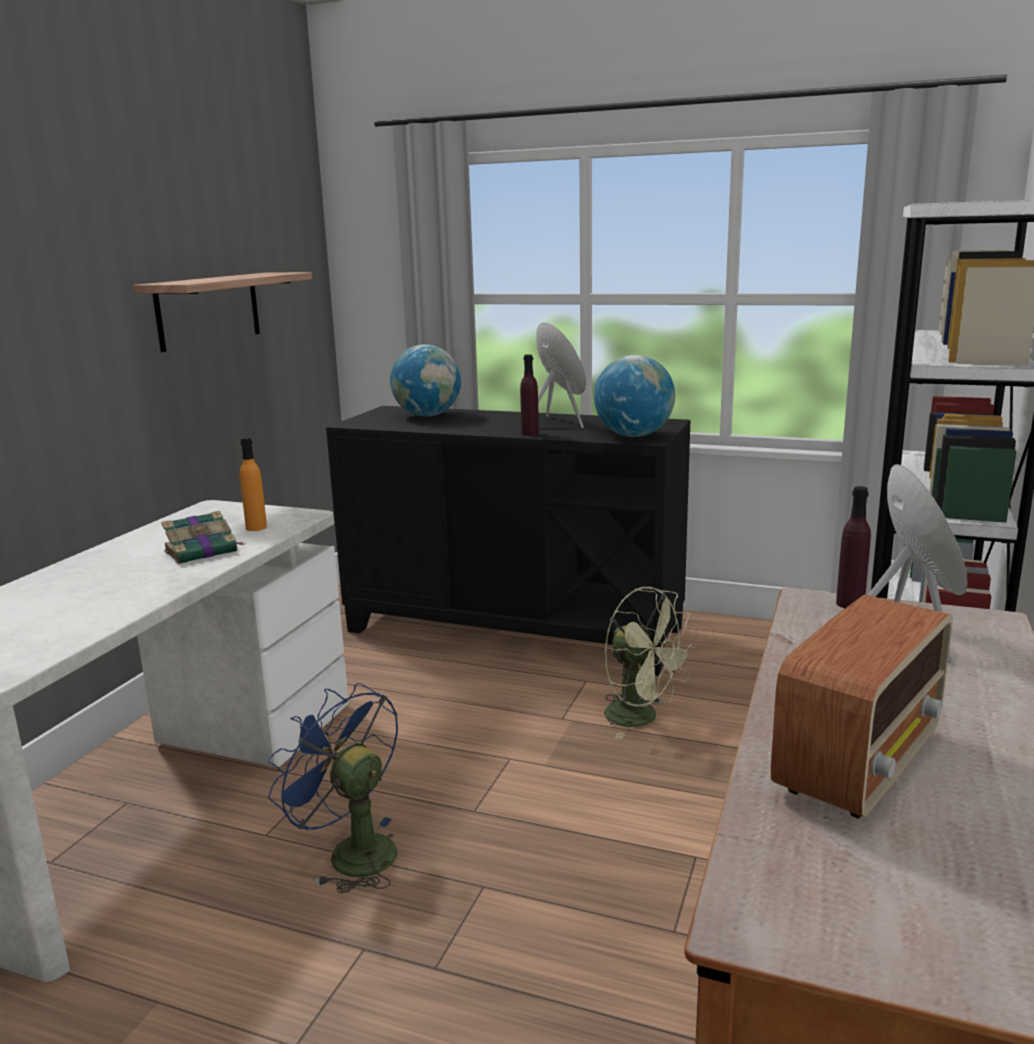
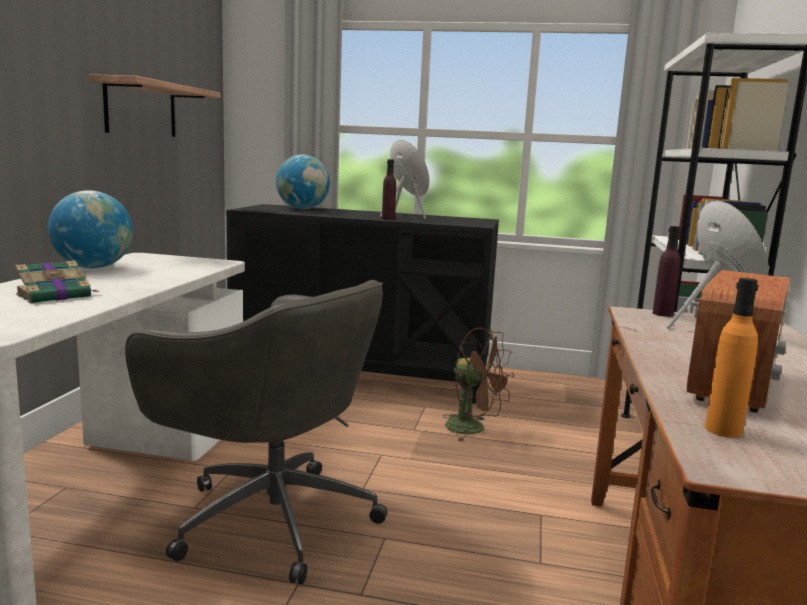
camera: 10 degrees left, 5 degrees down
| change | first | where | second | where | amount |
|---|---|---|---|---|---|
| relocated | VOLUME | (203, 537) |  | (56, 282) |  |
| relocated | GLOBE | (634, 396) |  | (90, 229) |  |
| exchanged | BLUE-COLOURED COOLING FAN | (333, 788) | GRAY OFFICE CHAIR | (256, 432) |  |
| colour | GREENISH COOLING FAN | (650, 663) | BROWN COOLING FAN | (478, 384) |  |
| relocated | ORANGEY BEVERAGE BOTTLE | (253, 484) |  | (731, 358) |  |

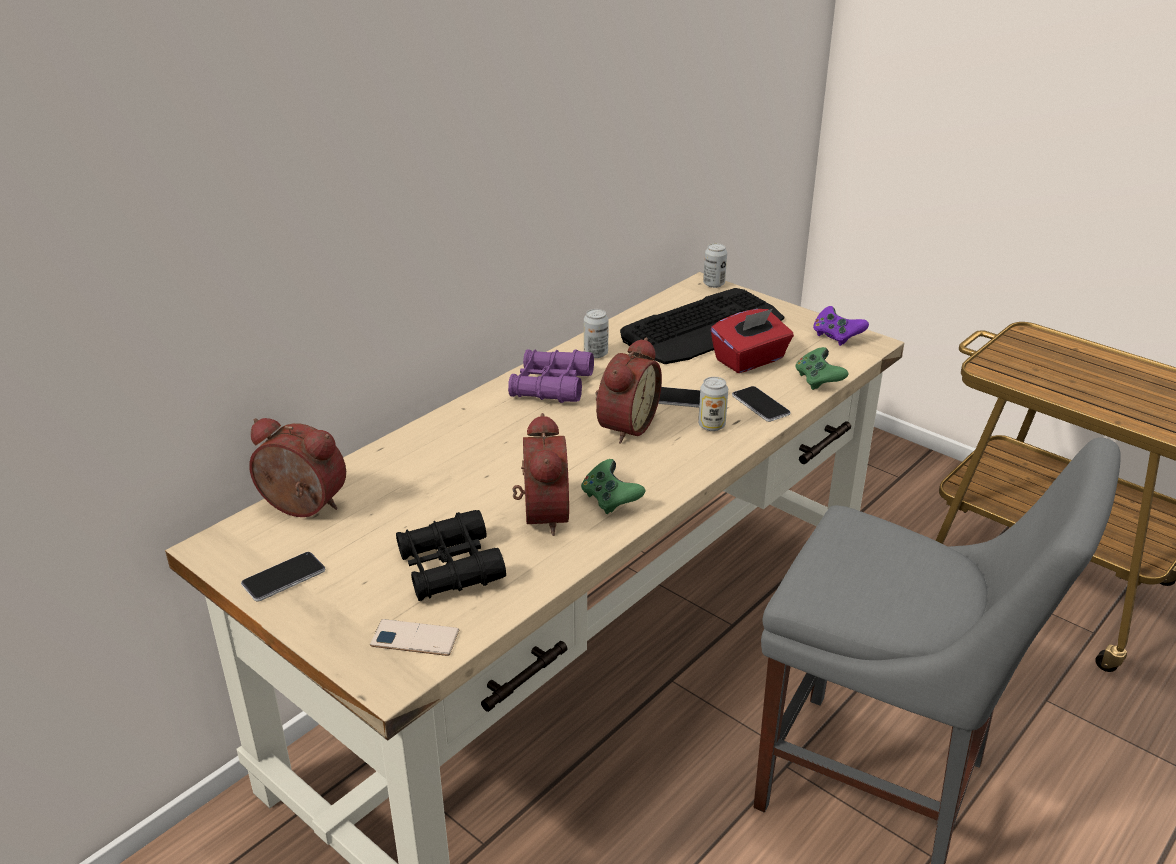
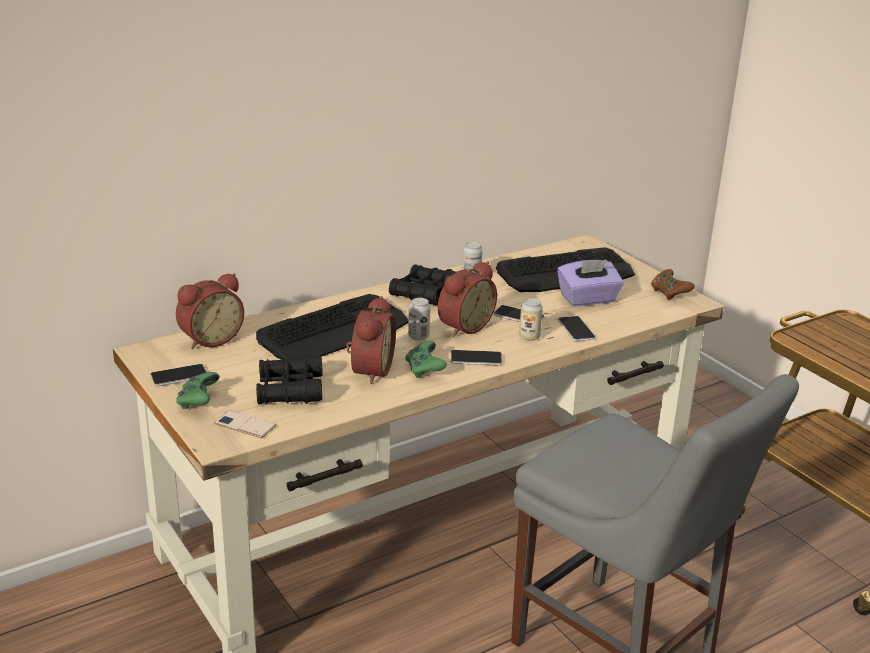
camera: 15 degrees right, 5 degrees down
| change | first | where | second | where | amount |
|---|---|---|---|---|---|
| spun | ALARM CLOCK | (297, 467) |  | (210, 311) | 105 degrees clockwise |
| relocated | GREENISH JOYPAD | (821, 368) |  | (198, 390) |  |
| appeared |  |  | PC KEYBOARD | (332, 327) |  |
| colour | PURPLE FIELD GLASSES | (551, 376) | BLACK-COLOURED FIELD GLASSES | (422, 284) |  |
| relocated | SEALED CAN | (715, 265) |  | (419, 319) |  |
| appeared |  |  | TELEPHONE | (476, 358) |  |
| colour | RED-COLOURED TISSUE BOX | (752, 341) | PURPLE TISSUE BOX | (590, 283) |  |
| colour | PURPLE JOYPAD | (841, 326) | BROWN JOYPAD | (673, 284) |  |

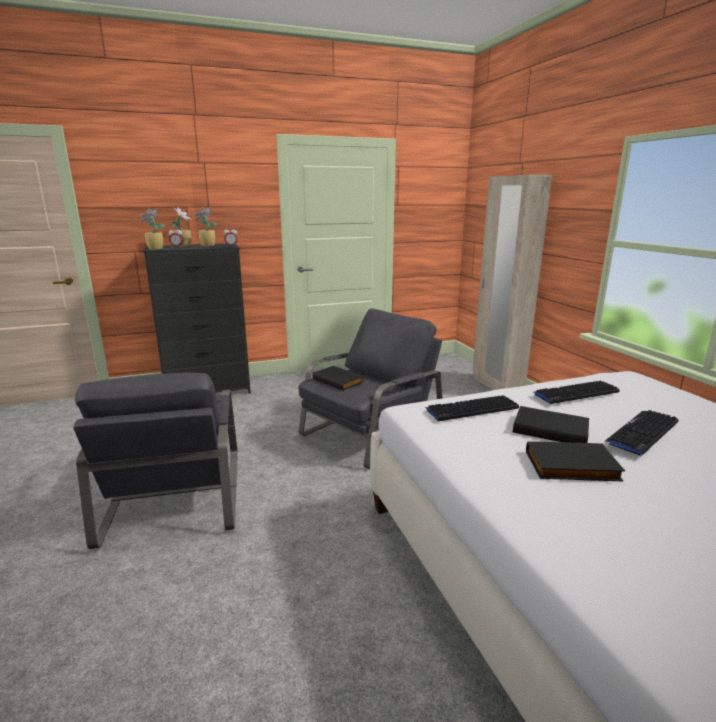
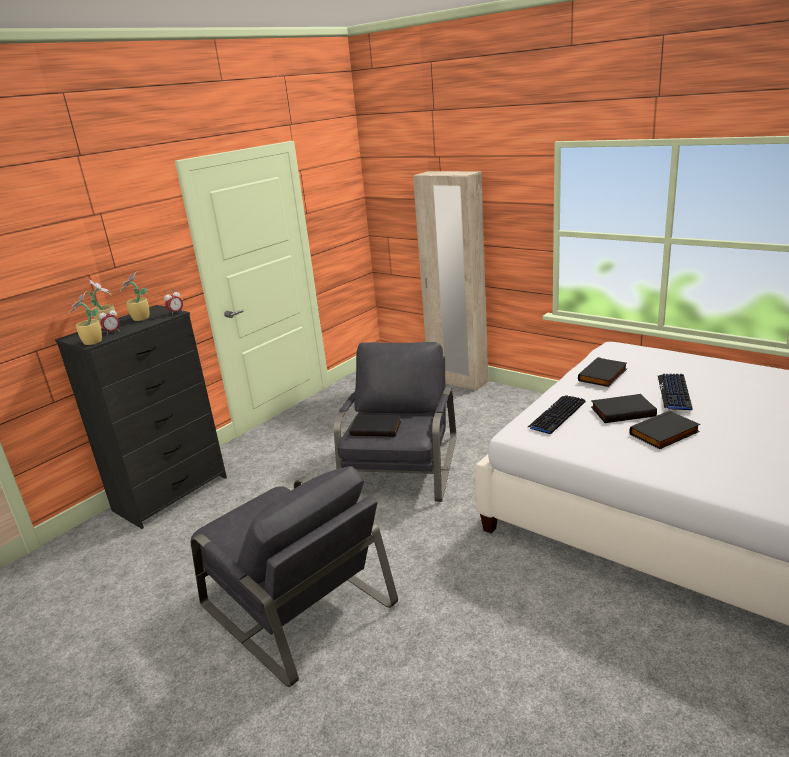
camera: 30 degrees left, 5 degrees up
| change | first | where | second | where | amount |
|---|---|---|---|---|---|
| exchanged | PC KEYBOARD | (577, 392) | BLACK-COLOURED VOLUME | (602, 372) |  |

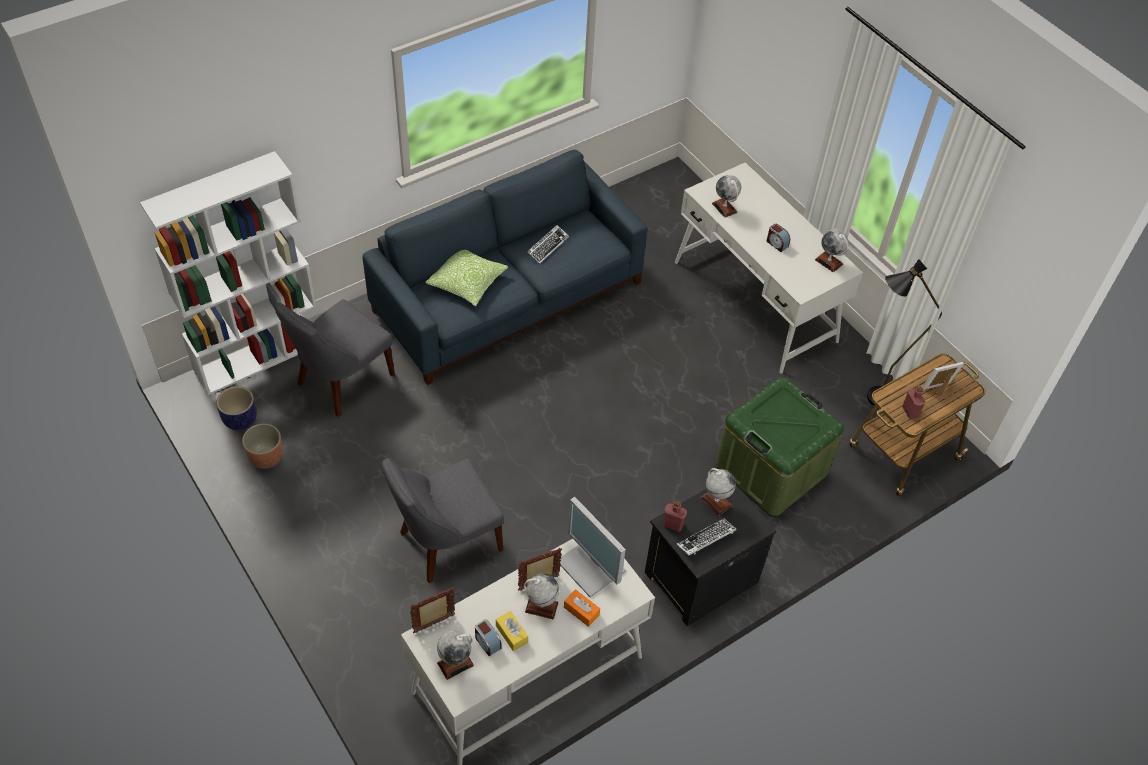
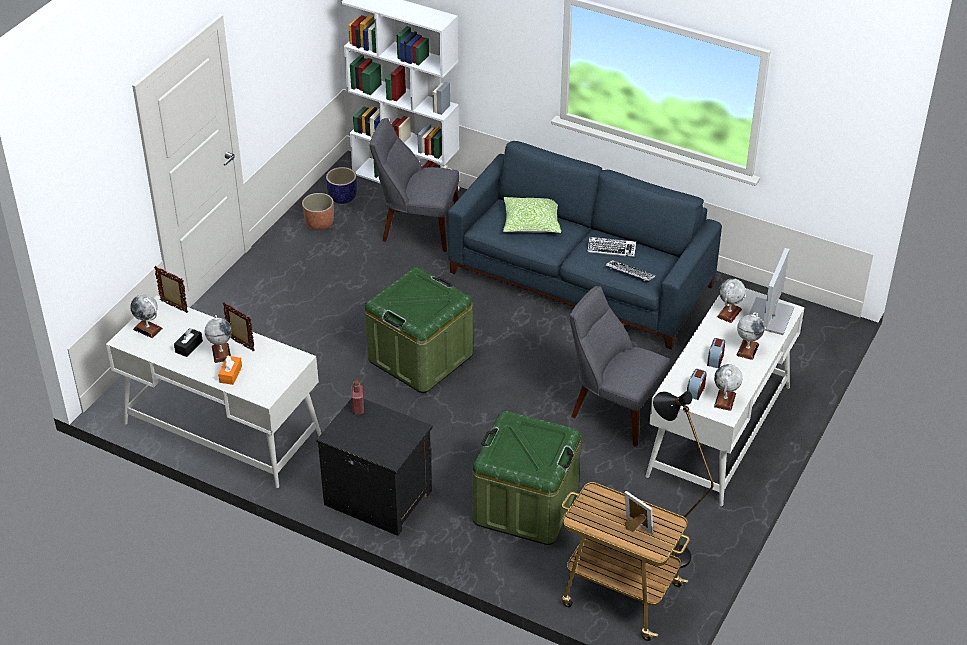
camera: 65 degrees right, 10 degrees down
| change | first | where | second | where | amount |
|---|---|---|---|---|---|
| colour | YELLOWISH TISSUE BOX | (512, 631) | BLACK-COLOURED TISSUE BOX | (188, 342) |  |
| appeared |  |  | GREENISH STORAGE BIN | (419, 330) |  |
| relocated | GRAY UPRIGHT CHAIR | (443, 520) |  | (620, 366) |  |
| relocated | PC KEYBOARD | (706, 537) |  | (630, 270) |  |
| relocated | ALARM CLOCK | (488, 638) |  | (697, 384) |  |
| relocated | GLOBE | (718, 492) |  | (750, 336) |  |
| relocated | COMPUTER DISPLAY | (593, 547) |  | (771, 291) |  |
| missing | RED-COLOURED BEVERAGE BOTTLE | (913, 402) |  |  |  |

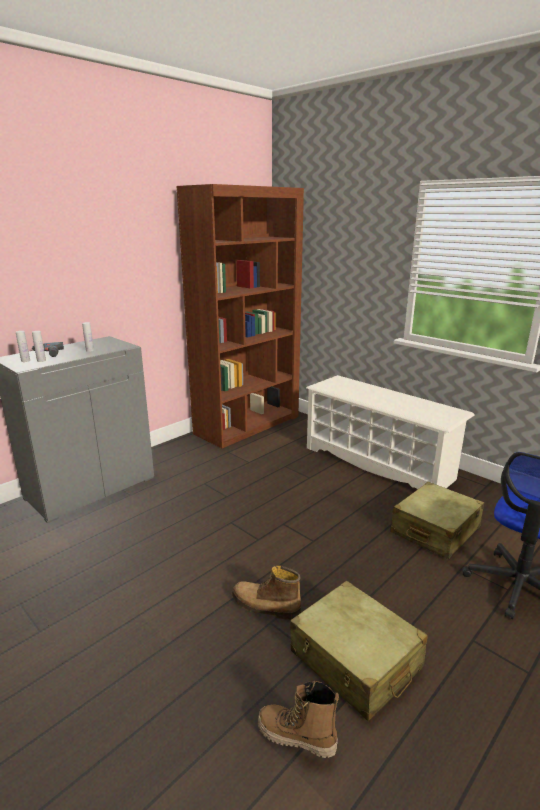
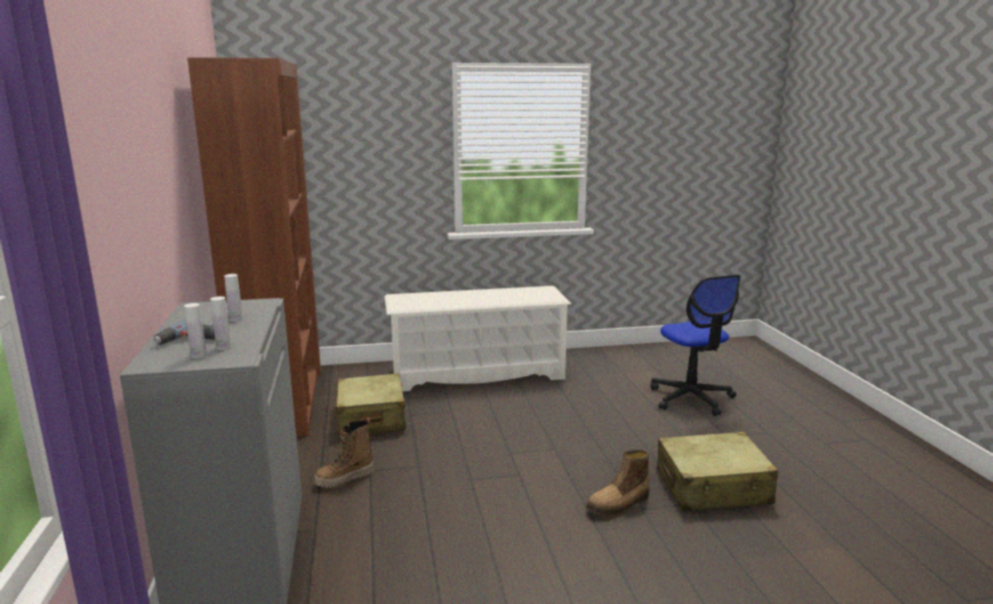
camera: 55 degrees left, 5 degrees down
| change | first | where | second | where | amount |
|---|---|---|---|---|---|
| relocated | TALL BOOT | (298, 719) |  | (343, 453) |  |
| relocated | BEIGE-COLOURED TRAVEL CASE | (437, 520) |  | (370, 405) |  |

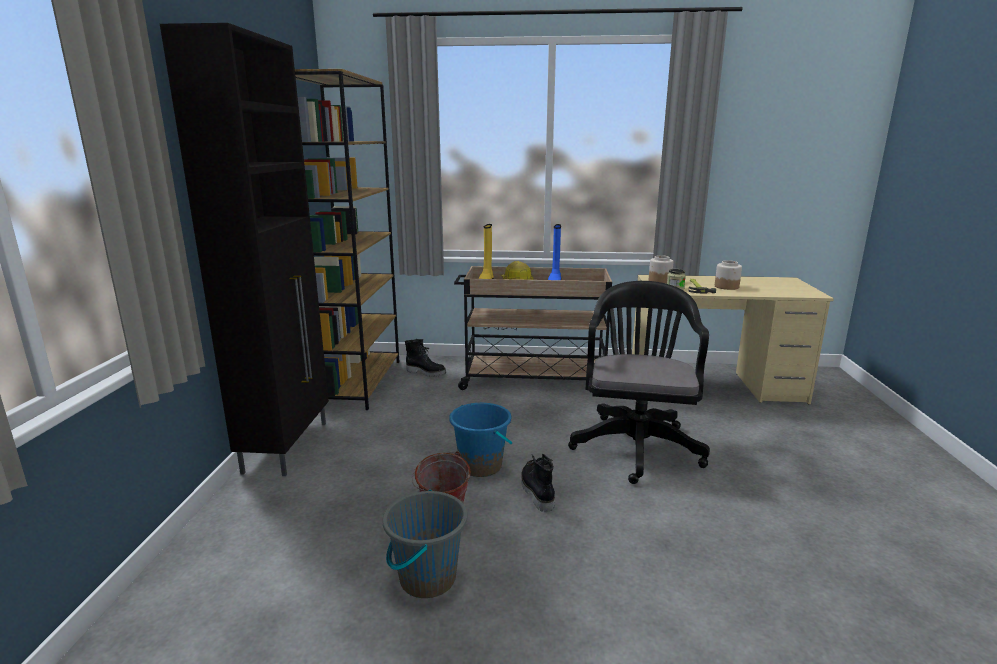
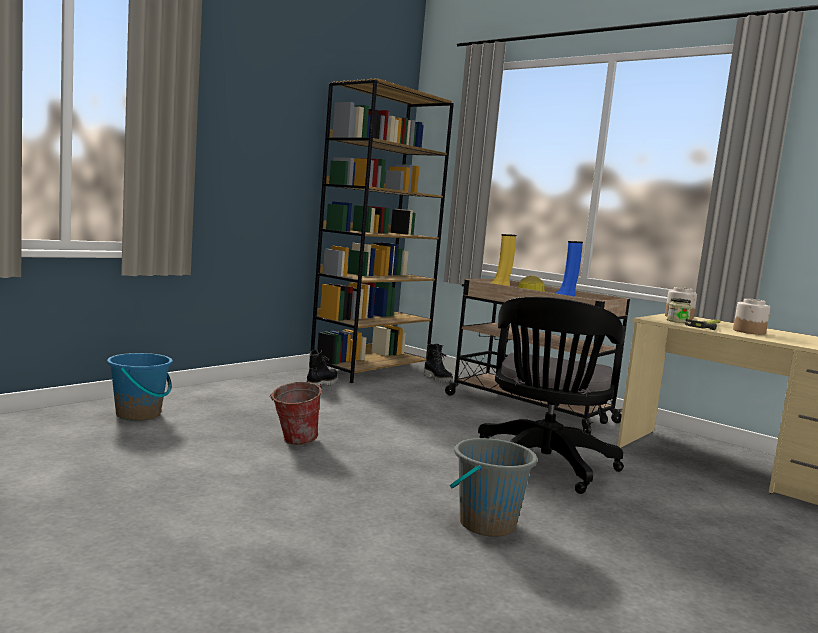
camera: 35 degrees right, 10 degrees down
| change | first | where | second | where | amount |
|---|---|---|---|---|---|
| relocated | BLUE-COLOURED BUCKET | (481, 440) |  | (140, 387) |  |
| relocated | BLACK-COLOURED TALL BOOT | (538, 483) |  | (322, 367) |  |
| relocated | GRAY BUCKET | (424, 543) |  | (493, 487) |  |
| spun | BLACK-COLOURED OFFICE CHAIR | (639, 382) |  | (552, 395) | 150 degrees clockwise |
| missing | BLACK-COLOURED STORAGE CABINET | (244, 249) |  |  |  |

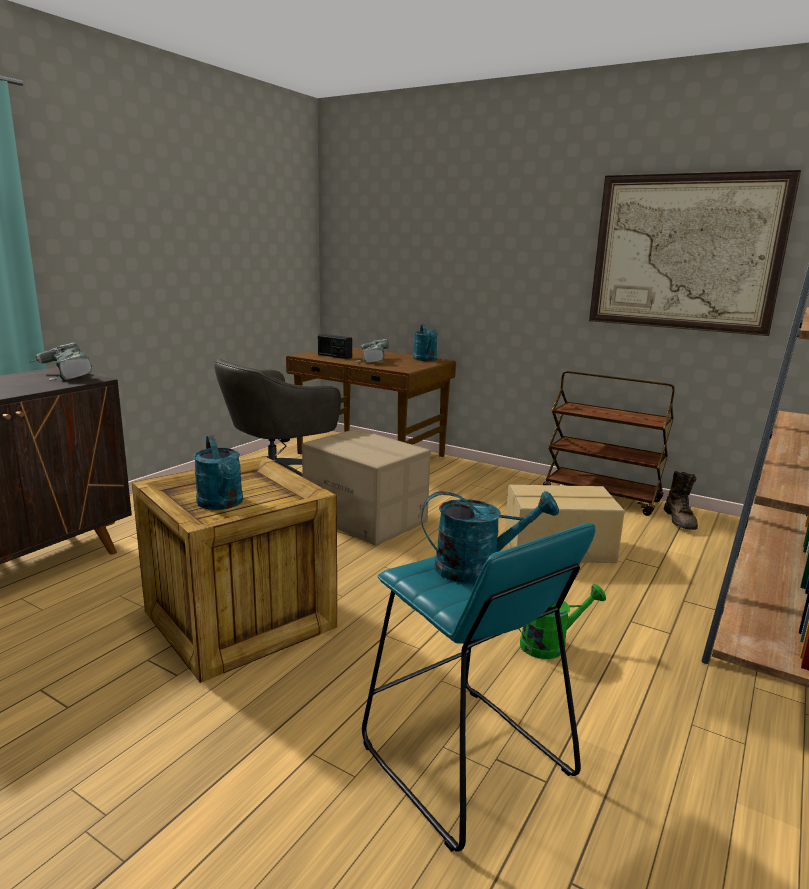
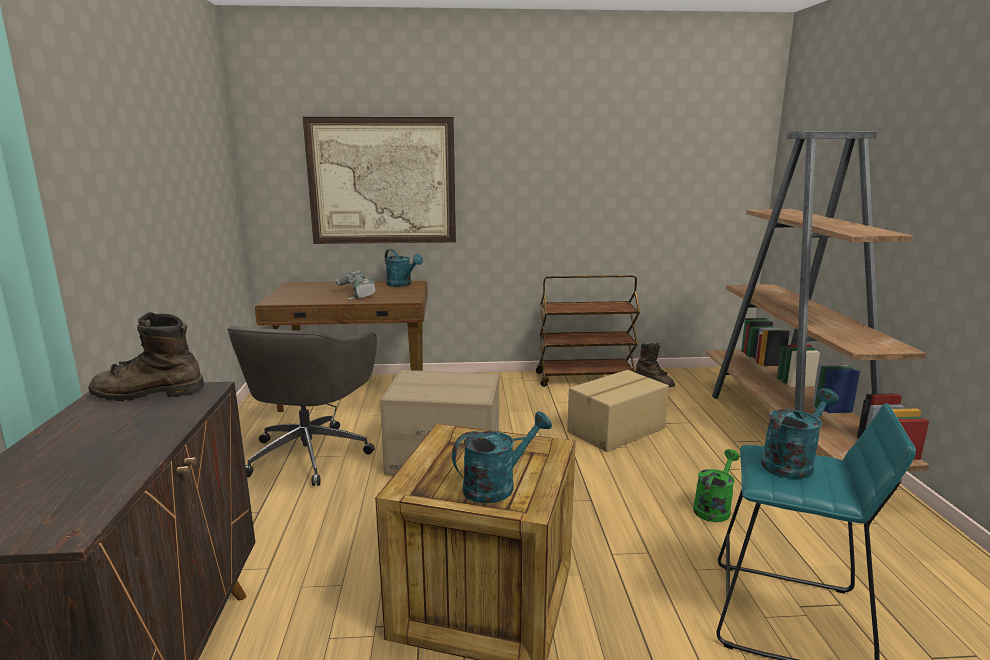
camera: 35 degrees left, 0 degrees up
| change | first | where | second | where | amount |
|---|---|---|---|---|---|
| exchanged | ELECTRIC DRILL | (59, 361) | BROWN TALL BOOT | (146, 356) |  |
| relocated | PICTURE | (695, 253) |  | (379, 180) |  |
| spun | BLUE-GREEN WATERING CAN | (218, 472) |  | (502, 457) | 60 degrees counterclockwise |
| missing | RADIO SET | (335, 346) |  |  |  |

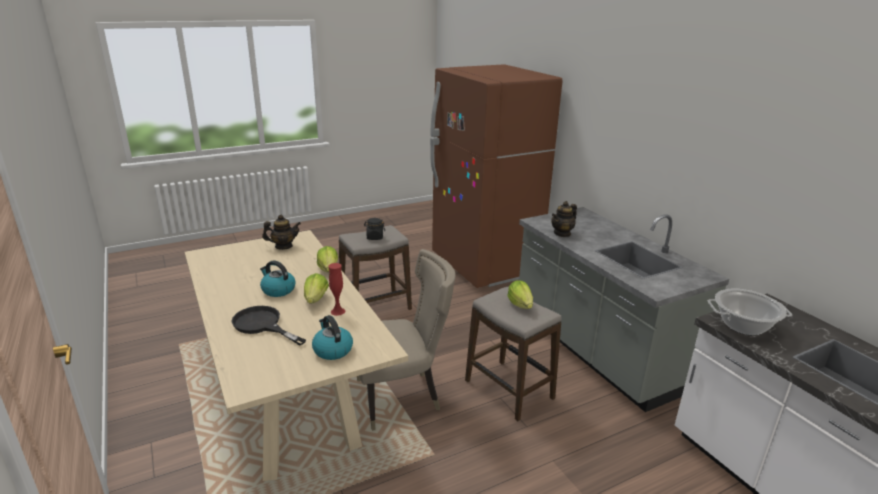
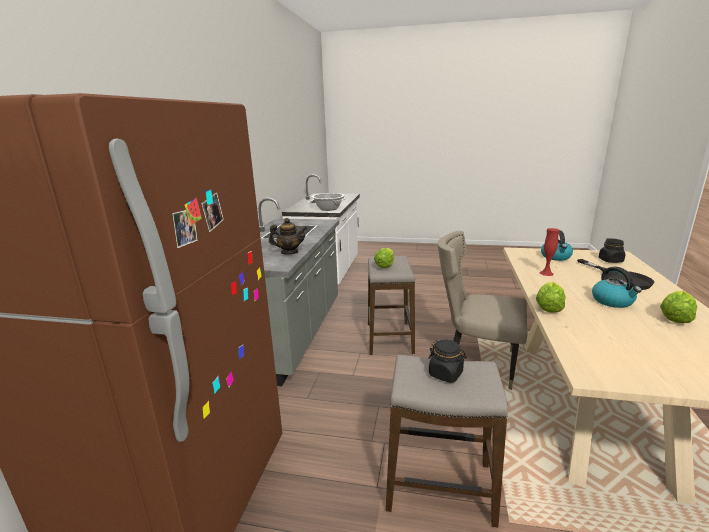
camera: 140 degrees left, 5 degrees down
| change | first | where | second | where | amount |
|---|---|---|---|---|---|
| appeared |  |  | BLACK-COLOURED JAR | (612, 250) |  |
| relocated | LETTUCE | (316, 288) |  | (678, 307) |  |
| missing | TEA POT | (281, 232) |  |  |  |

